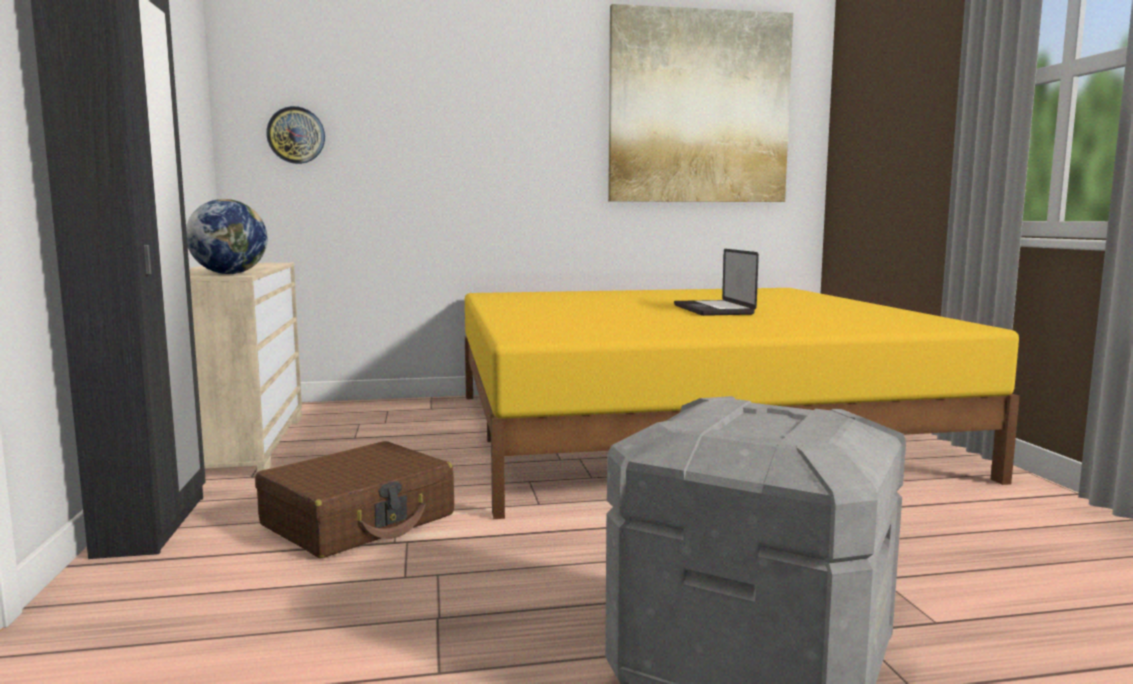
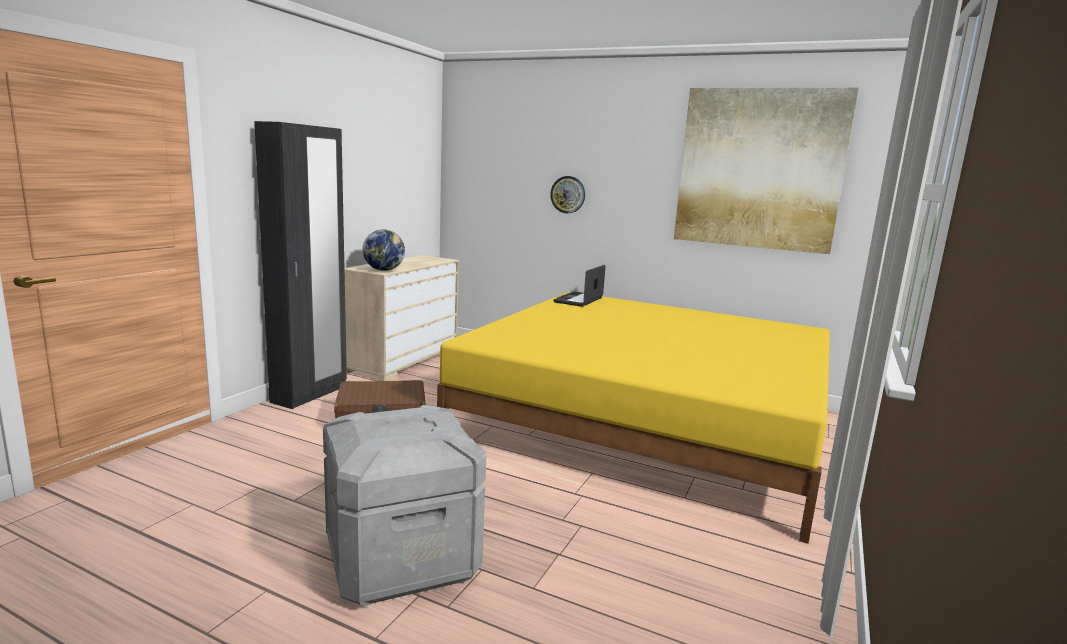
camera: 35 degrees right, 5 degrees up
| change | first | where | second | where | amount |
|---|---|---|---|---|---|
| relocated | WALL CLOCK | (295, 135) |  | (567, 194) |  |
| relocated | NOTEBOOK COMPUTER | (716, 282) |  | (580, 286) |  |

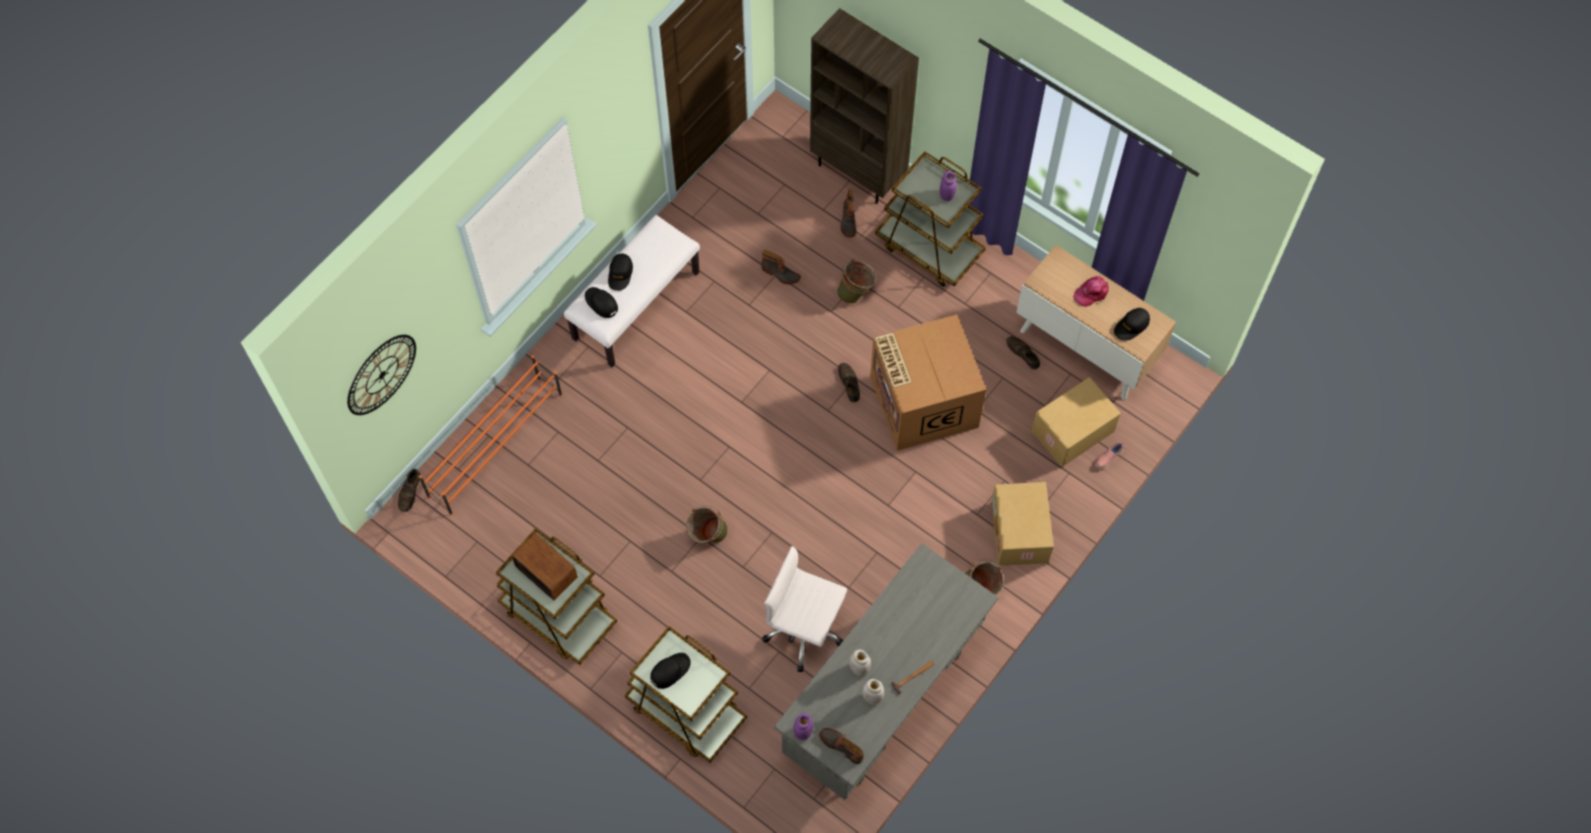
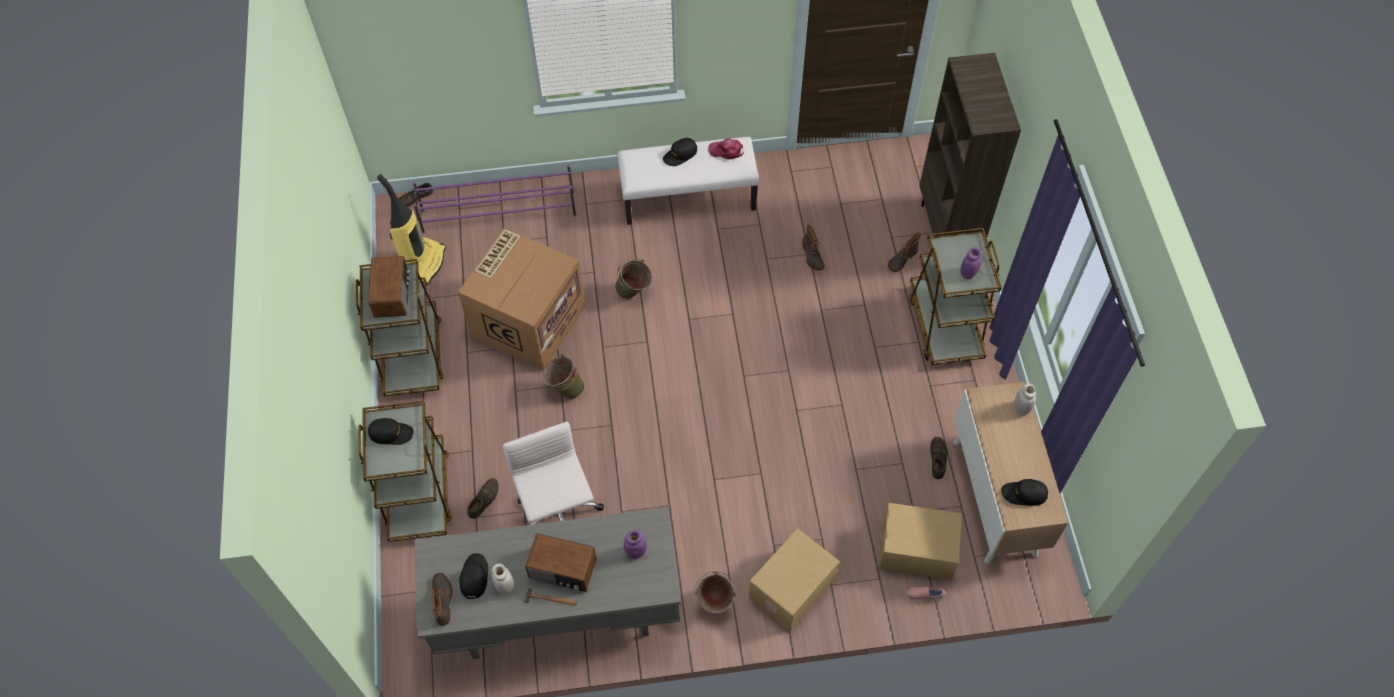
camera: 45 degrees right, 5 degrees down
| change | first | where | second | where | amount |
|---|---|---|---|---|---|
| appeared |  |  | VACUUM CLEANER | (411, 230) |  |
| colour | ORANGEY SHOE RACK | (490, 435) | PURPLE SHOE RACK | (494, 199) |  |
| relocated | CARTON | (928, 382) |  | (521, 299) |  |
| relocated | BLACK-COLOURED BASEBALL CAP | (601, 302) |  | (474, 576) |  |
| relocated | BROWN ITEM OF FOOTWEAR | (849, 382) |  | (483, 498) |  |
| appeared |  |  | RADIO SET | (561, 563) |  |
| relocated | GREENISH BUCKET | (856, 281) |  | (633, 279) |  |
| relocated | PURPLE JAR | (803, 726) |  | (635, 544) |  |
| relocated | PINK-COLOURED BASEBALL CAP | (1091, 291) |  | (726, 148) |  |
| relocated | WHITE-COLOURED JAR | (860, 662) |  | (1025, 399) |  |
| missing | WALL CLOCK | (381, 375) |  |  |  |

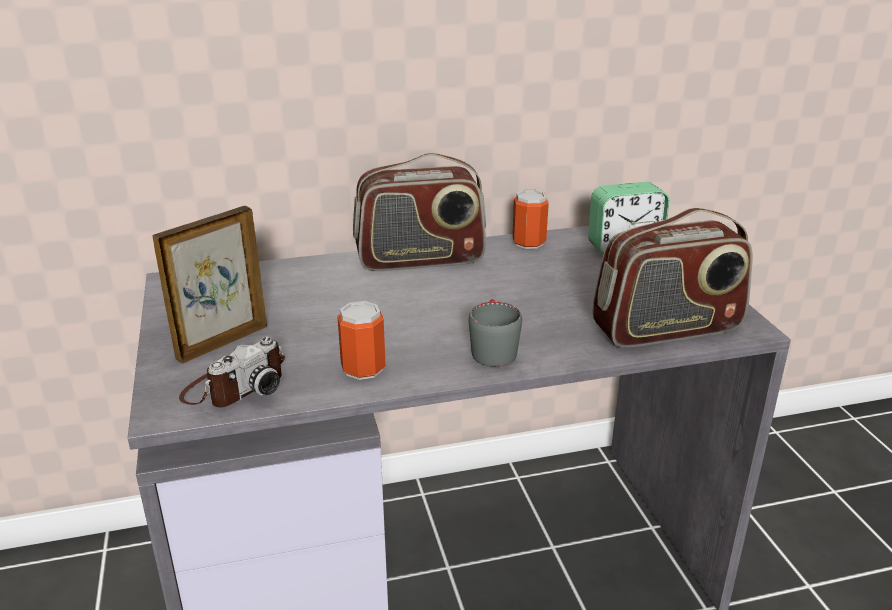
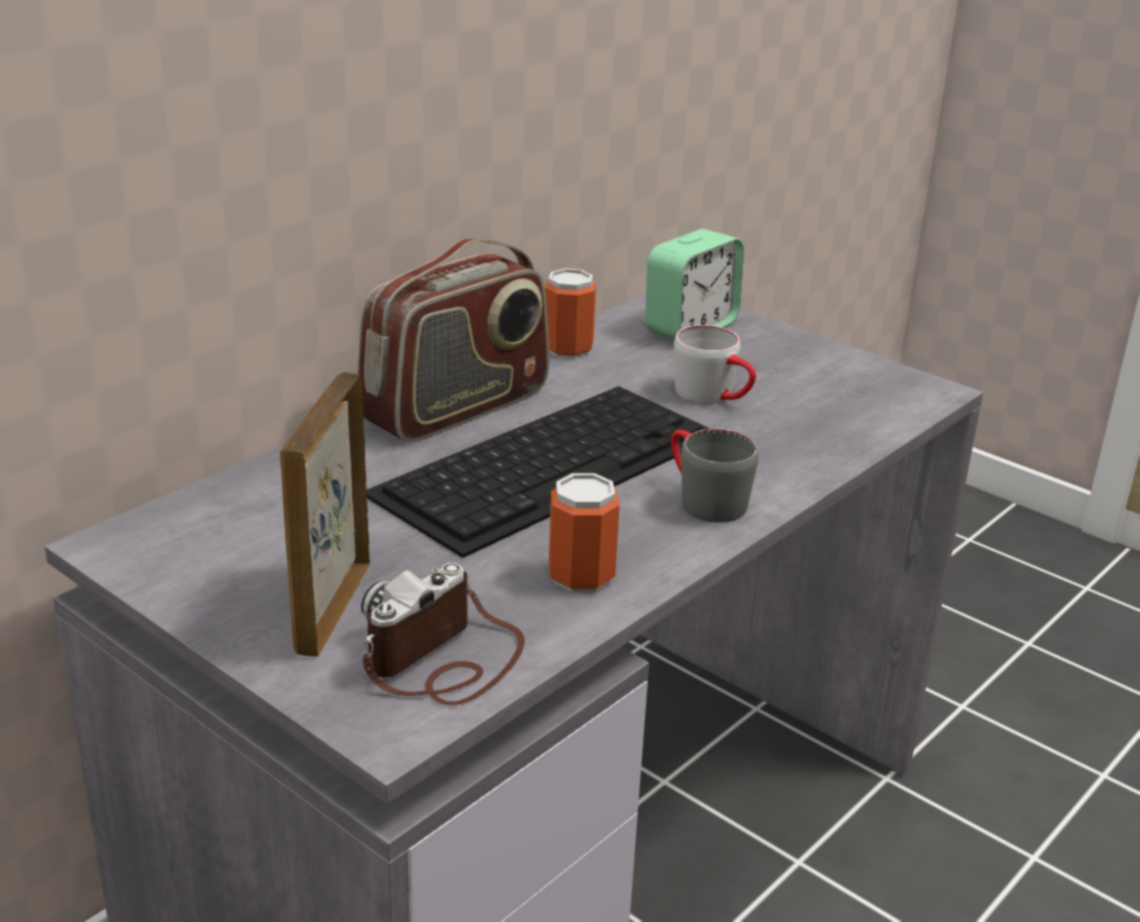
camera: 35 degrees left, 0 degrees up
| change | first | where | second | where | amount |
|---|---|---|---|---|---|
| spun | STILL CAMERA | (232, 372) |  | (443, 634) | 150 degrees counterclockwise |
| appeared |  |  | PC KEYBOARD | (538, 472) |  |
| appeared |  |  | GRAY TEA MUG | (715, 364) |  |
| missing | RADIO SET | (672, 278) |  |  |  |

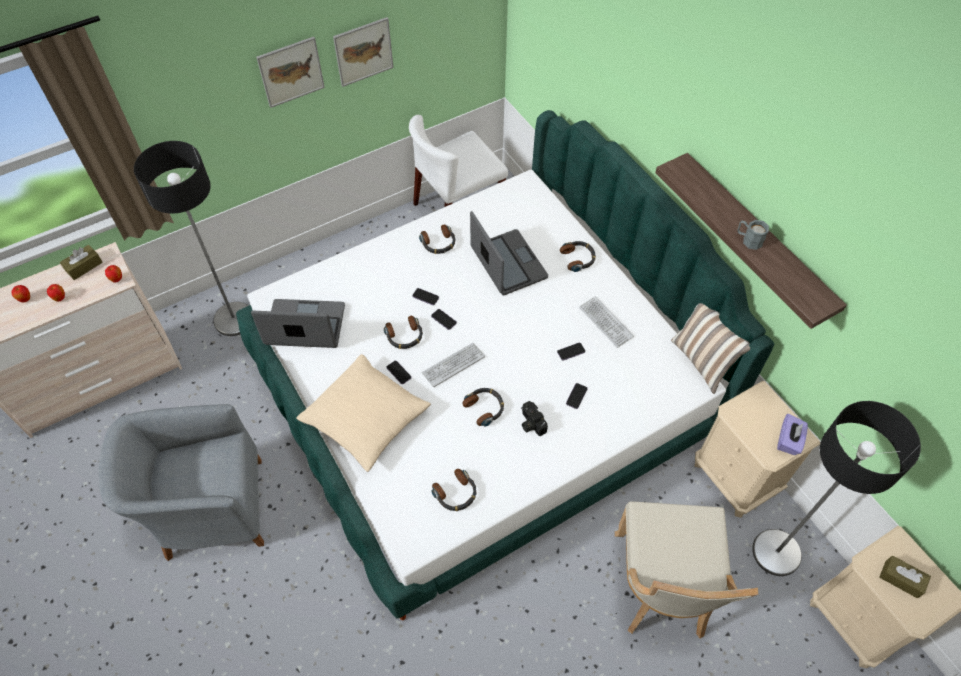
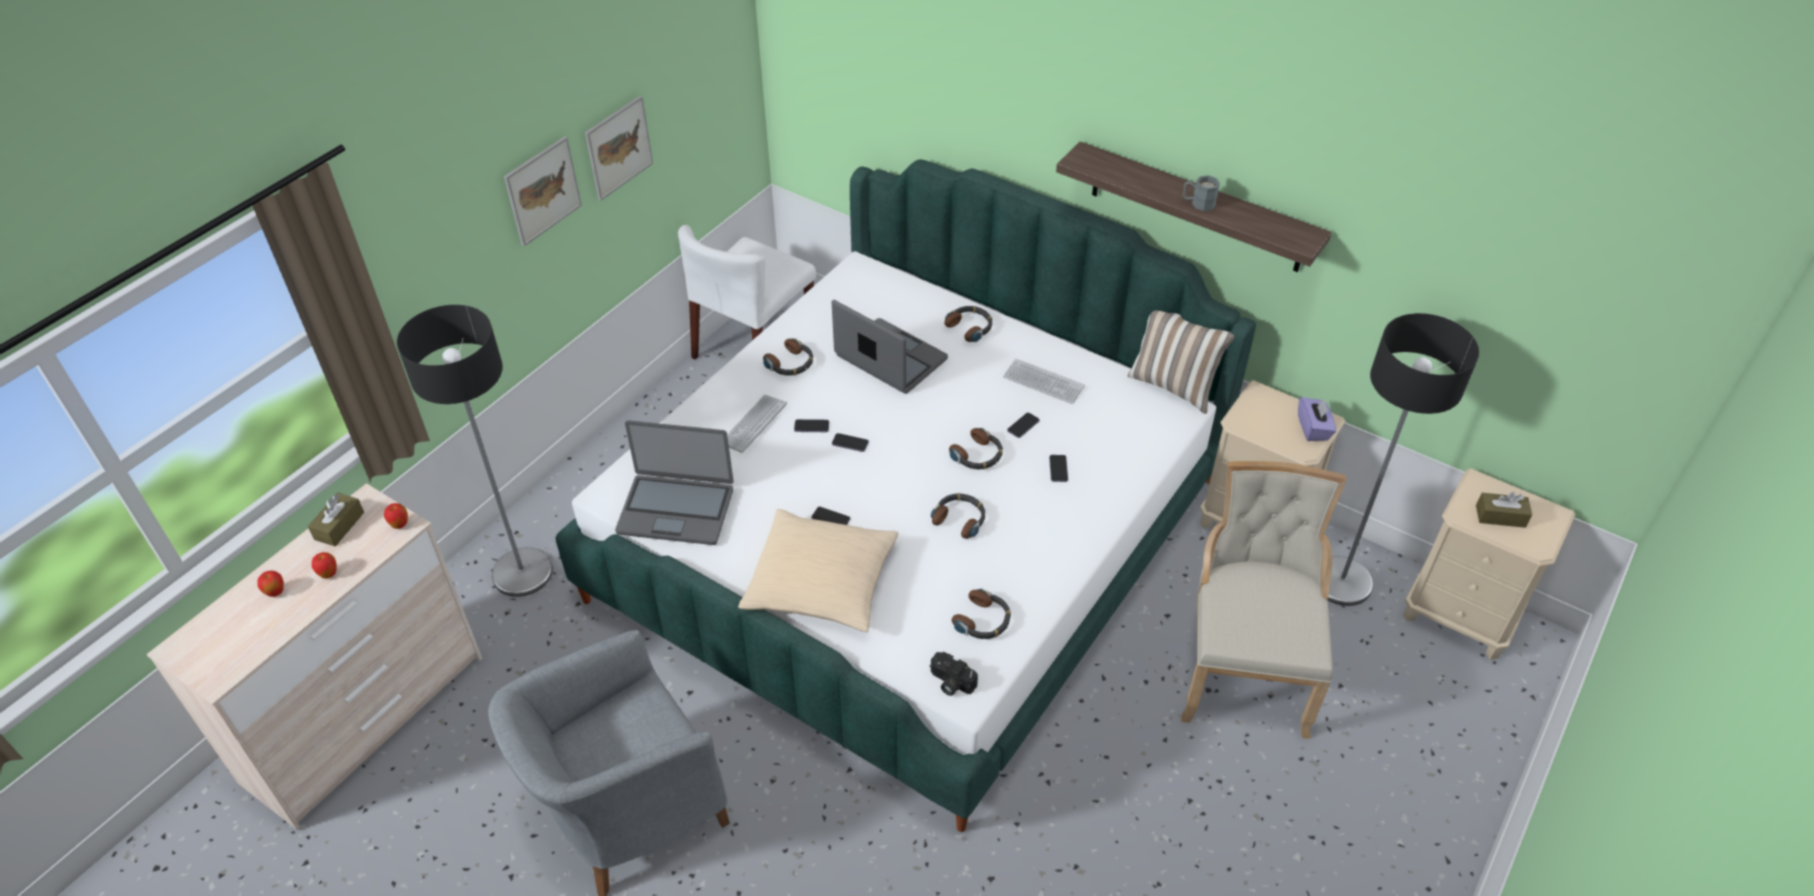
camera: 25 degrees left, 10 degrees down
| change | first | where | second | where | amount |
|---|---|---|---|---|---|
| spun | NOTEBOOK COMPUTER | (298, 323) |  | (674, 482) | 150 degrees counterclockwise |
| relocated | PC KEYBOARD | (453, 365) |  | (757, 424) |  |
| relocated | STILL CAMERA | (534, 418) |  | (954, 674) |  |
| relocated | HEADPHONES | (403, 332) |  | (976, 449) |  |
| spun | BEIGE-COLOURED UPRIGHT CHAIR | (686, 570) |  | (1263, 600) | 150 degrees counterclockwise |

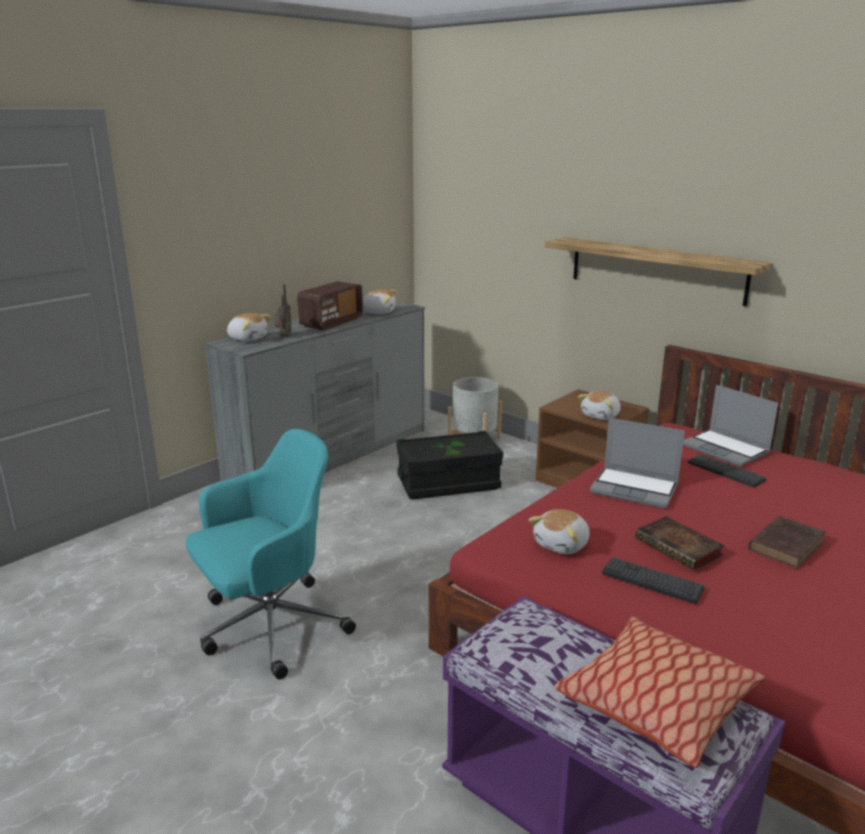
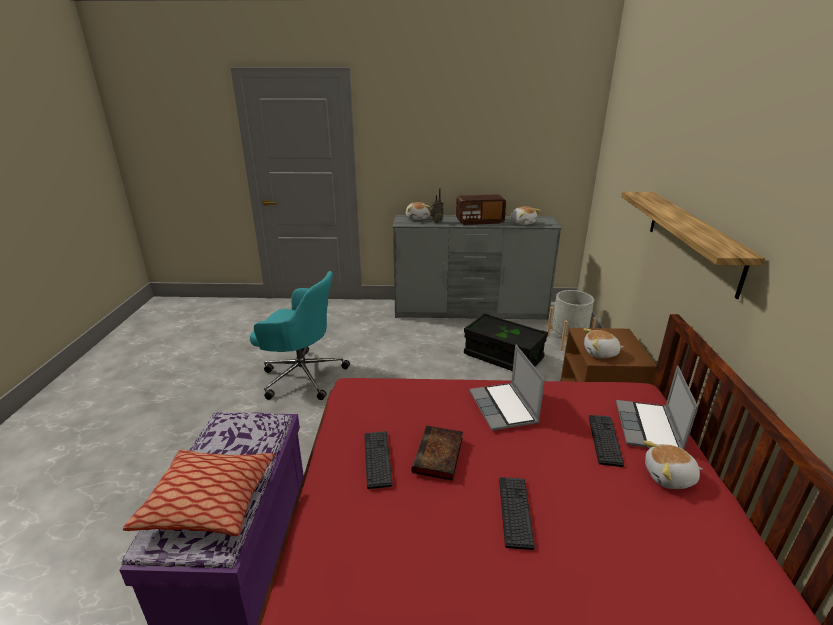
camera: 50 degrees right, 5 degrees up
| change | first | where | second | where | amount |
|---|---|---|---|---|---|
| exchanged | BROWN VOLUME | (787, 542) | PC KEYBOARD | (517, 513) |  |
| relocated | PLUSH TOY | (559, 531) |  | (673, 465) |  |

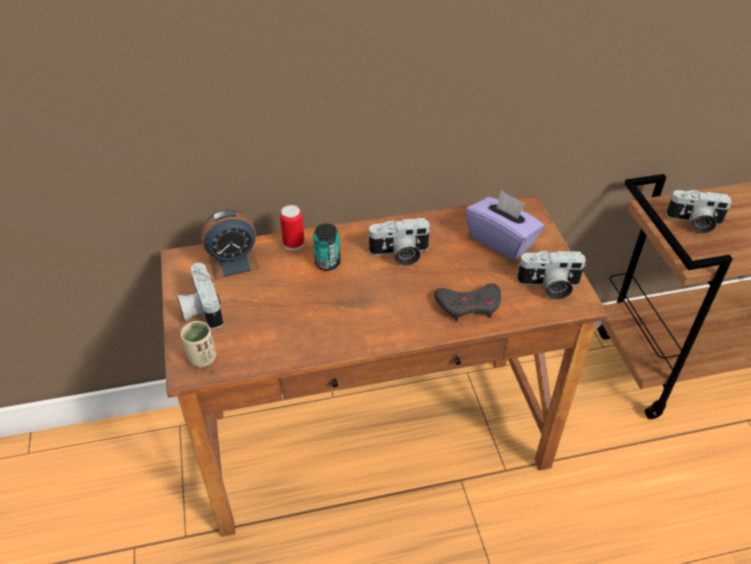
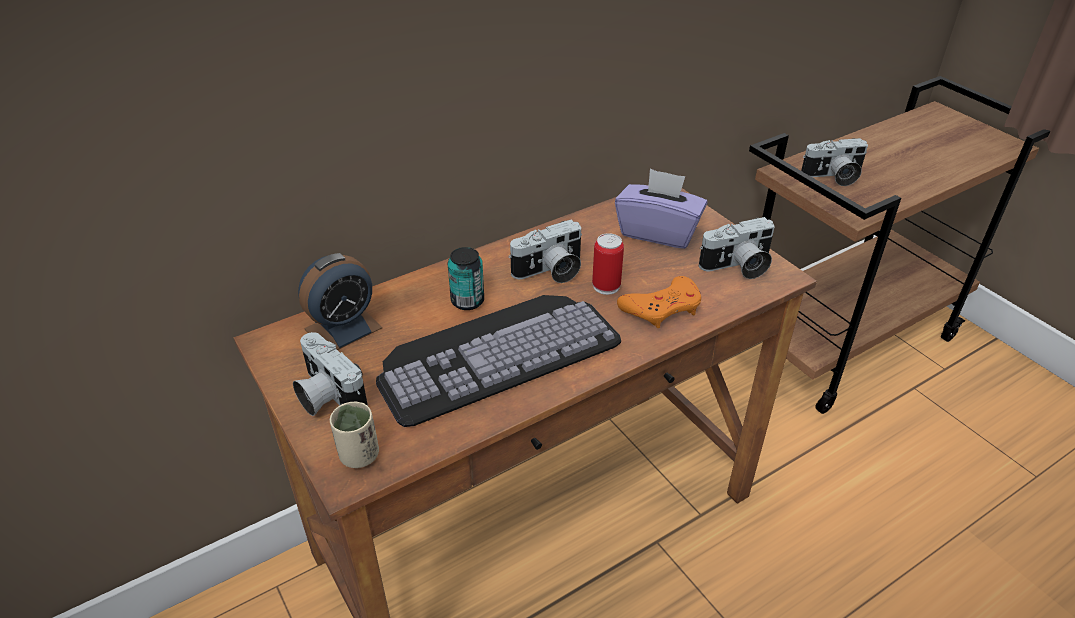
camera: 20 degrees left, 5 degrees down
| change | first | where | second | where | amount |
|---|---|---|---|---|---|
| appeared |  |  | PC KEYBOARD | (498, 361) |  |
| relocated | SEALED CAN | (292, 227) |  | (608, 264) |  |
| colour | GRAY JOYPAD | (467, 302) | ORANGEY JOYPAD | (659, 302) |  |

